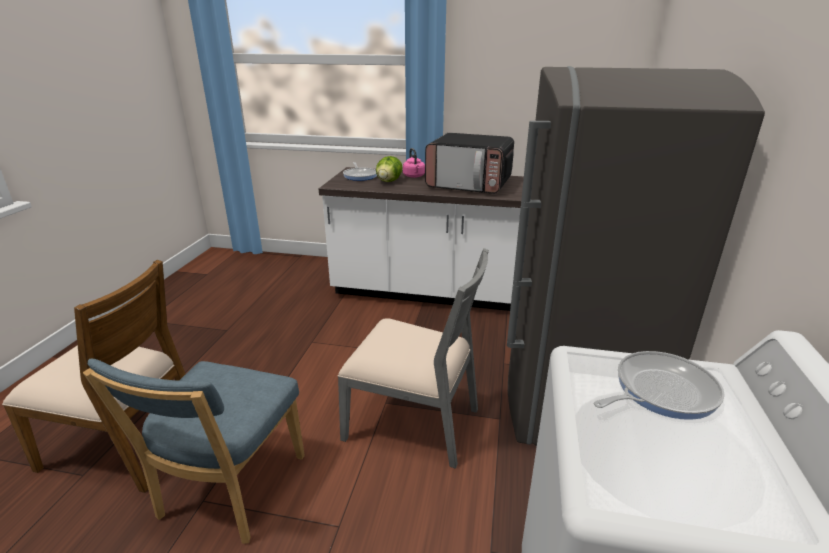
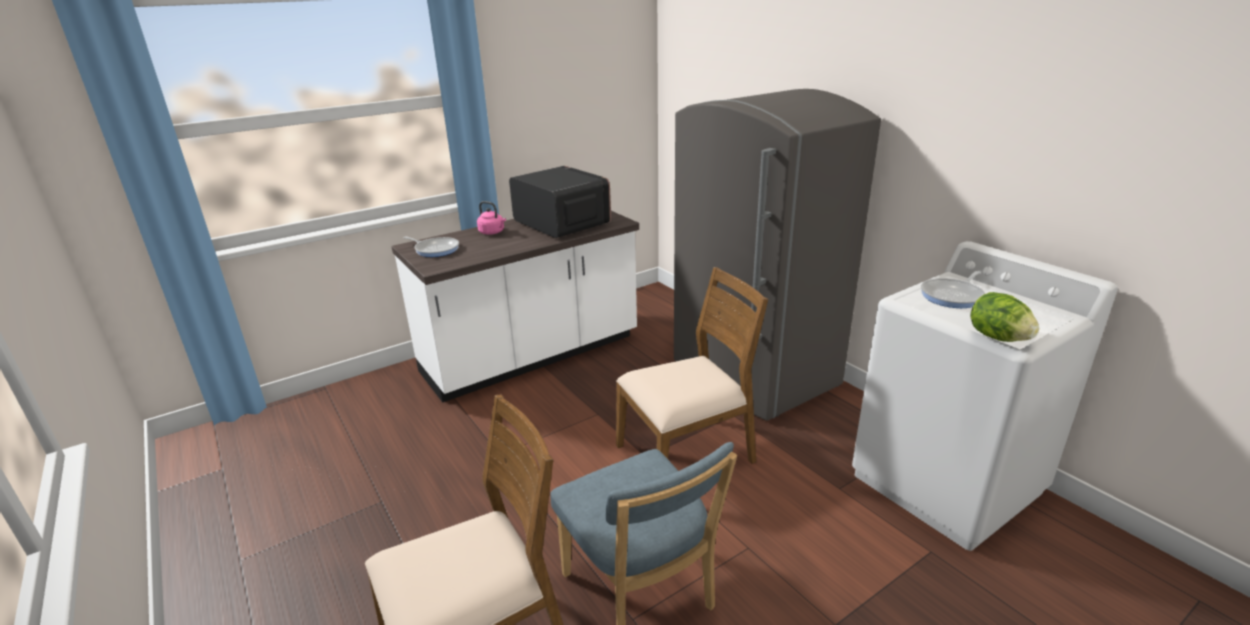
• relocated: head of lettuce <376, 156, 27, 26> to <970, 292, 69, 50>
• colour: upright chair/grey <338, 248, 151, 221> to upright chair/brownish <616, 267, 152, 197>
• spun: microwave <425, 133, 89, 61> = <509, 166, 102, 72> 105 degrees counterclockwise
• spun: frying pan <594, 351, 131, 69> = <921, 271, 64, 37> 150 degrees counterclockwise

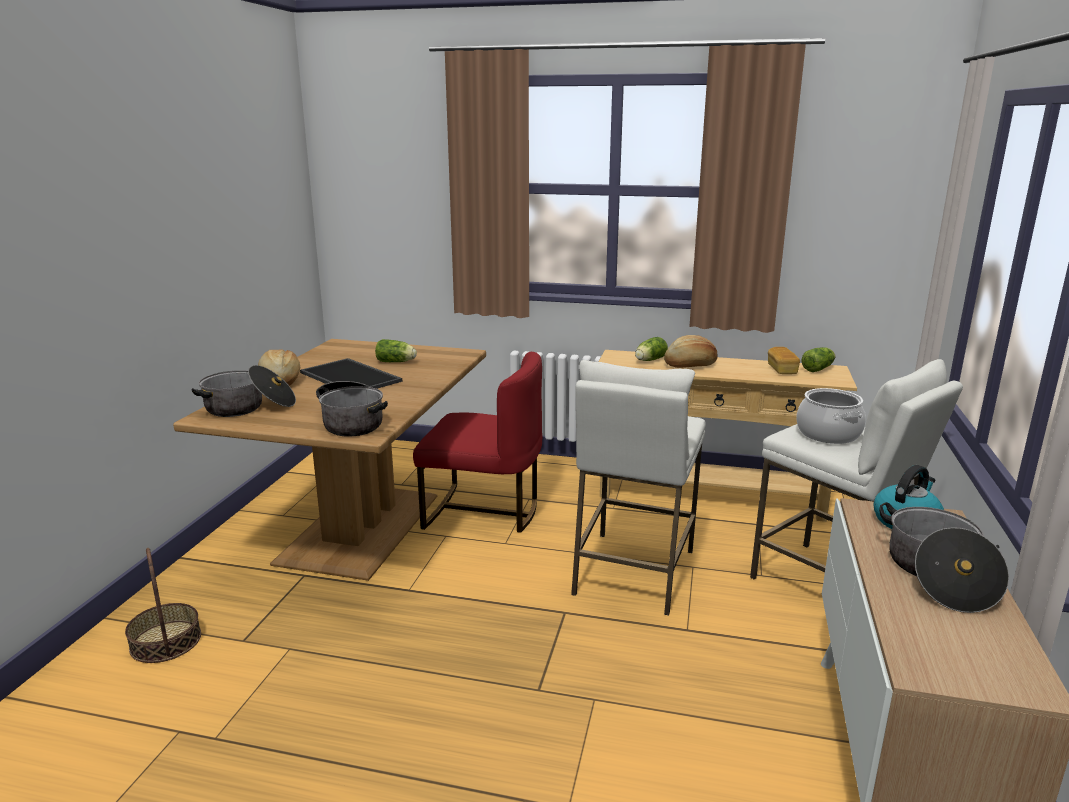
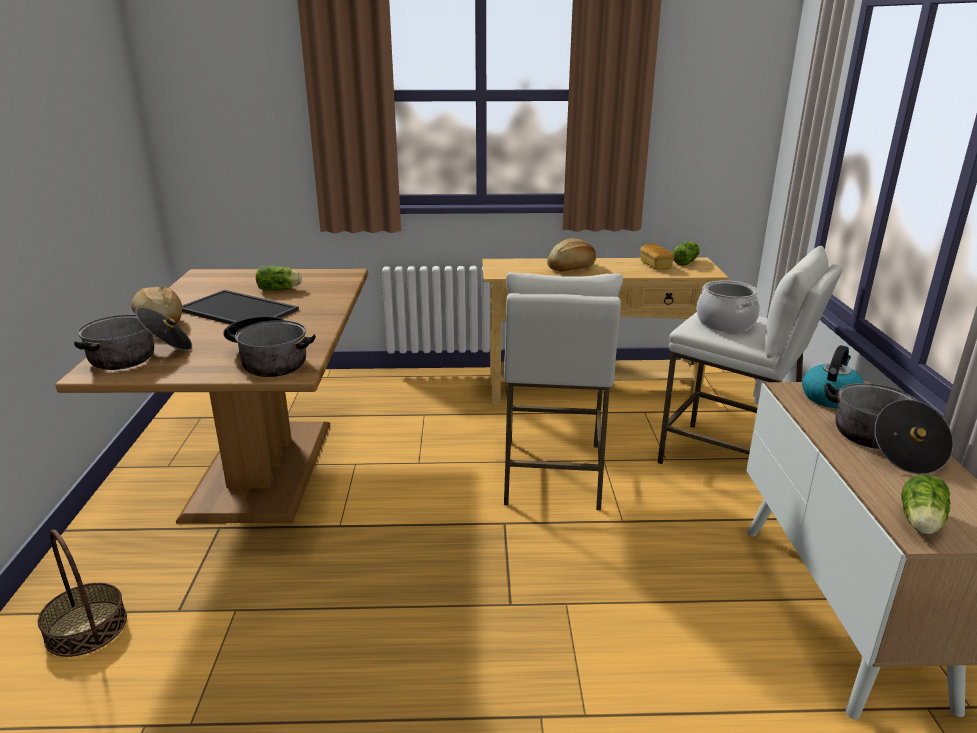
• missing: upright chair/red-coloured <413, 352, 129, 181>
• relocated: head of lettuce <635, 337, 33, 24> to <901, 475, 50, 60>

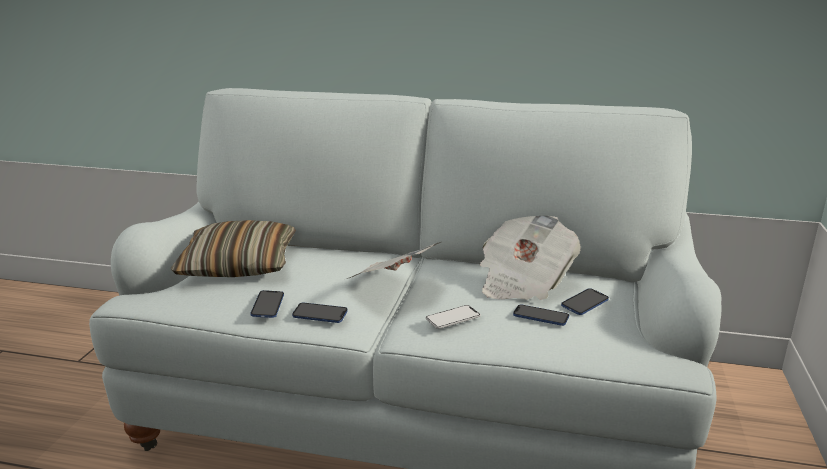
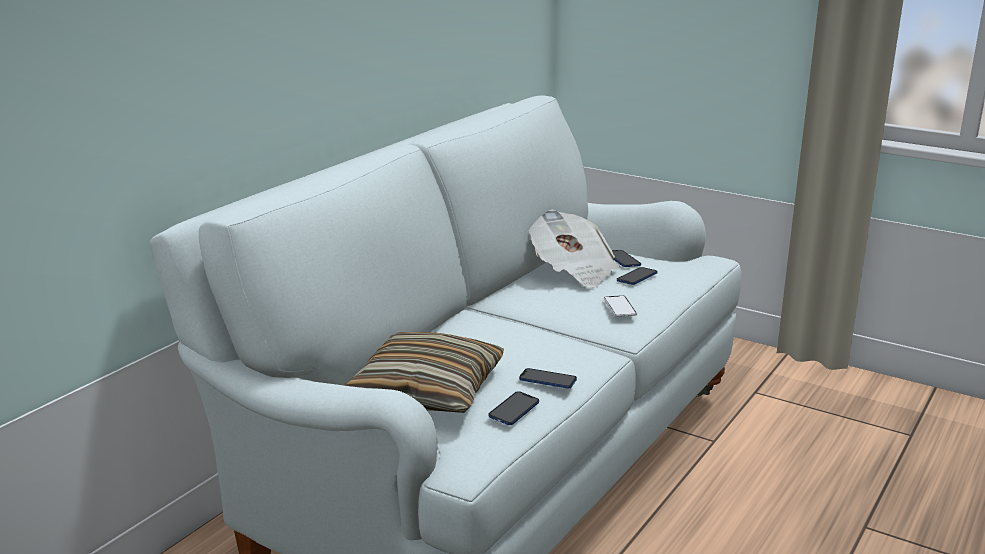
• missing: daily paper <347, 242, 94, 37>
• relocated: telephone <292, 302, 56, 21> to <488, 391, 51, 34>

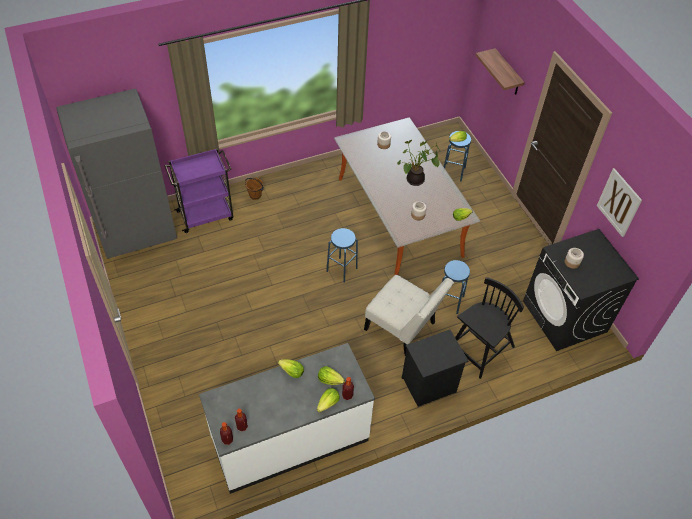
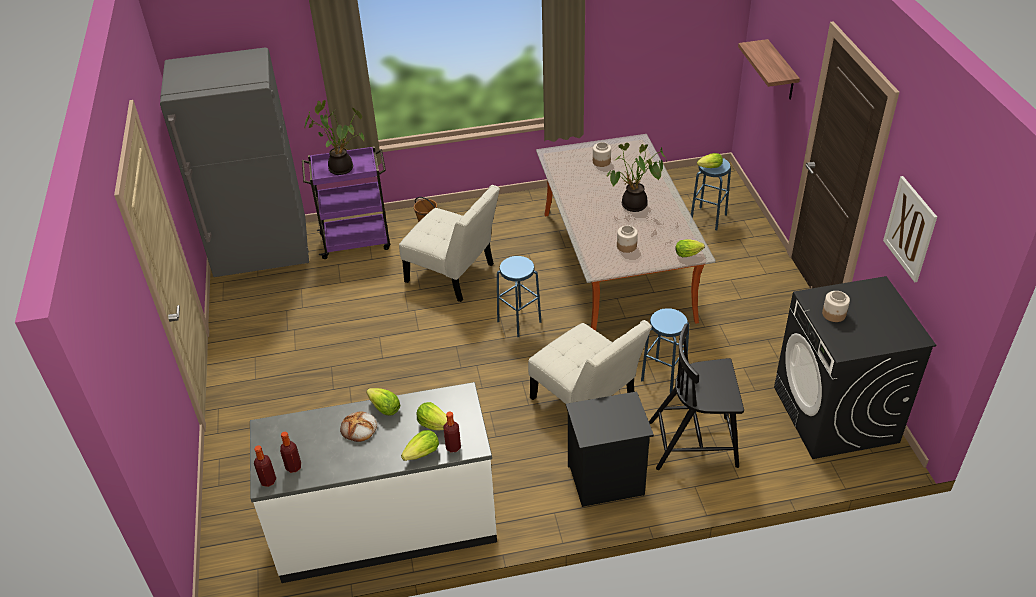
• appeared: houseplant <304, 100, 60, 75>
• appeared: baked bread <340, 411, 37, 31>
• appeared: upright chair/white-coloured <399, 185, 101, 117>
• spun: upright chair/blackish <455, 277, 69, 102> = <649, 324, 95, 146> 150 degrees counterclockwise

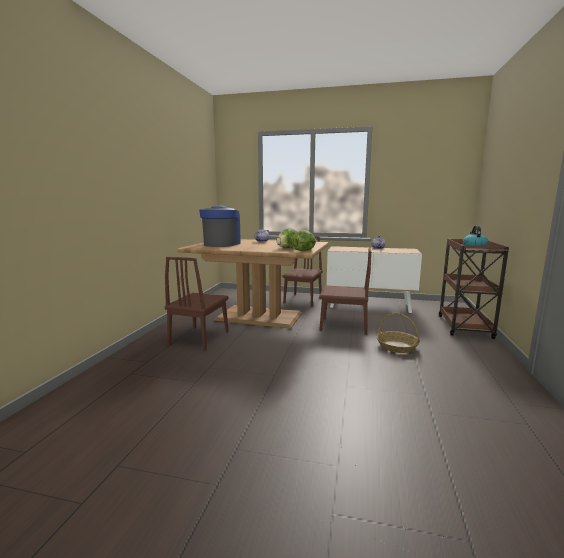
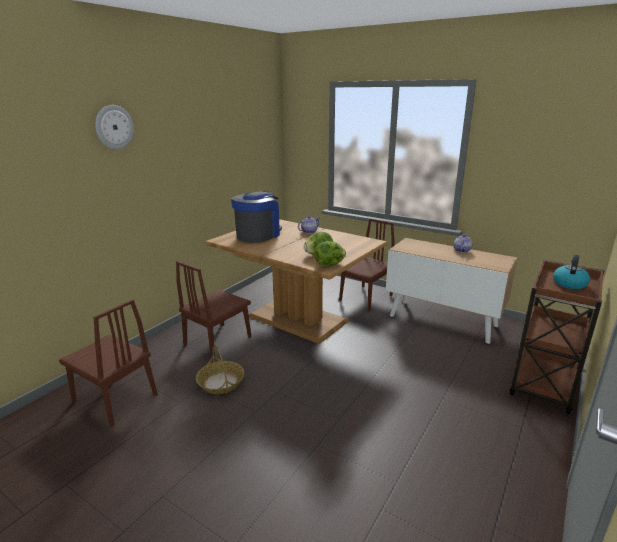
• appeared: hanging clock <95, 105, 39, 44>
• relocated: upright chair/brownish <319, 247, 52, 88> to <59, 299, 99, 127>
• relocated: basket <376, 313, 44, 40> to <196, 345, 48, 49>

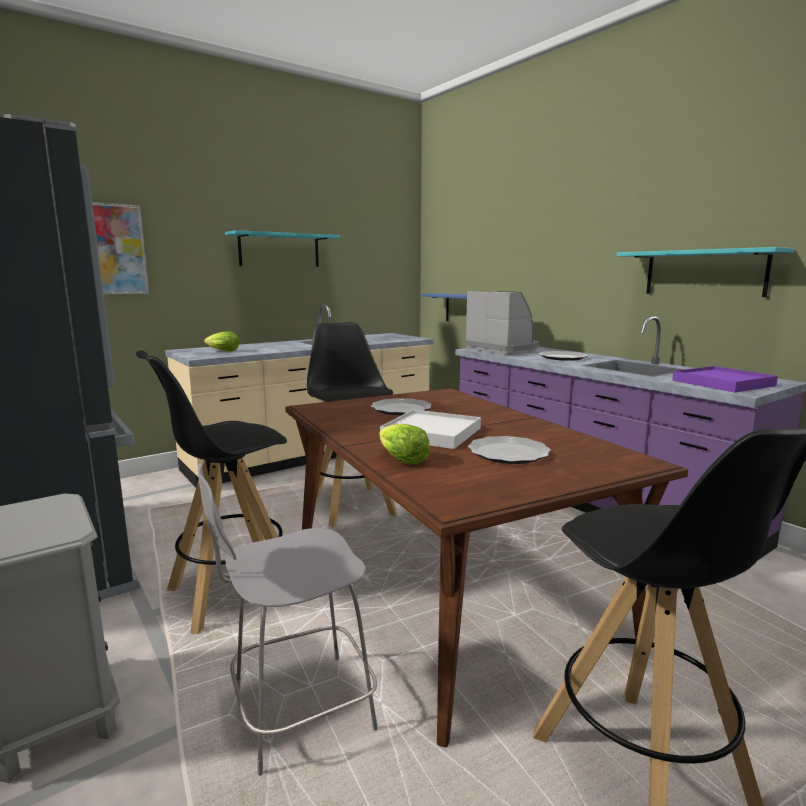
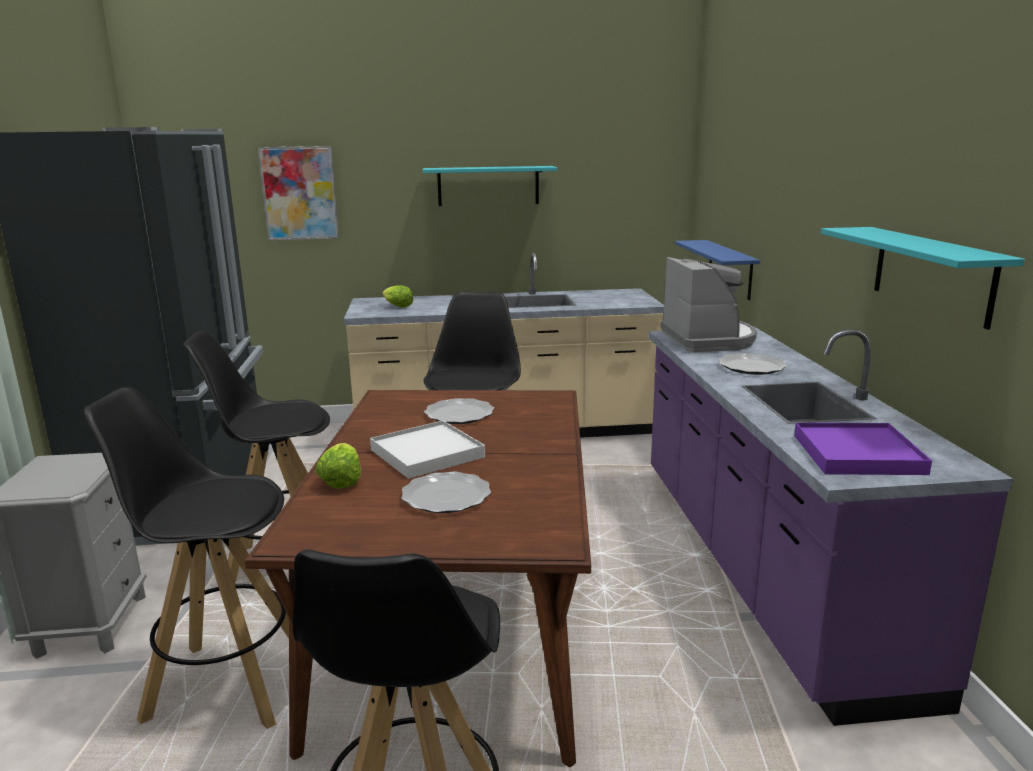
• exchanged: upright chair/grey <198, 464, 180, 312> to sitting stool/blackish <84, 387, 205, 342>

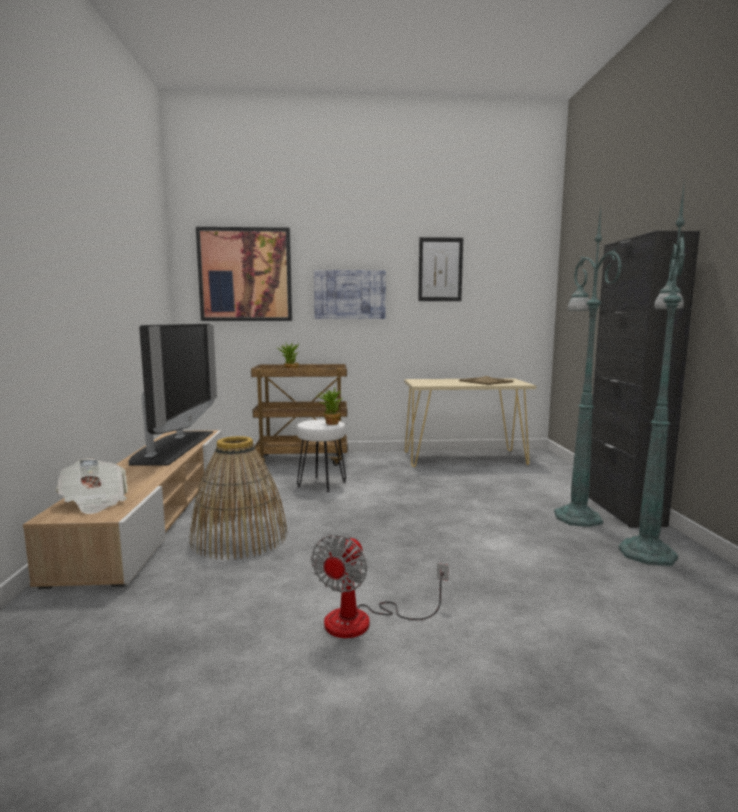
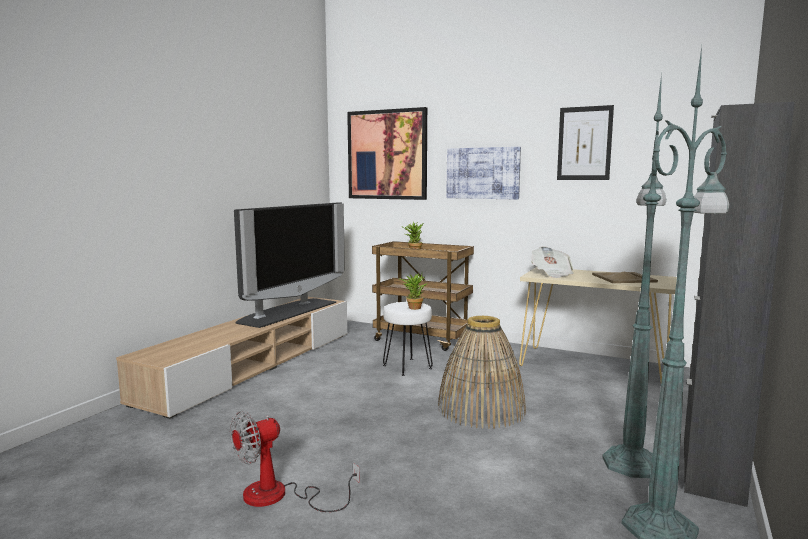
• relocated: daily paper <56, 458, 72, 56> to <531, 246, 43, 32>
• relocated: basket <189, 436, 98, 124> to <438, 316, 88, 113>

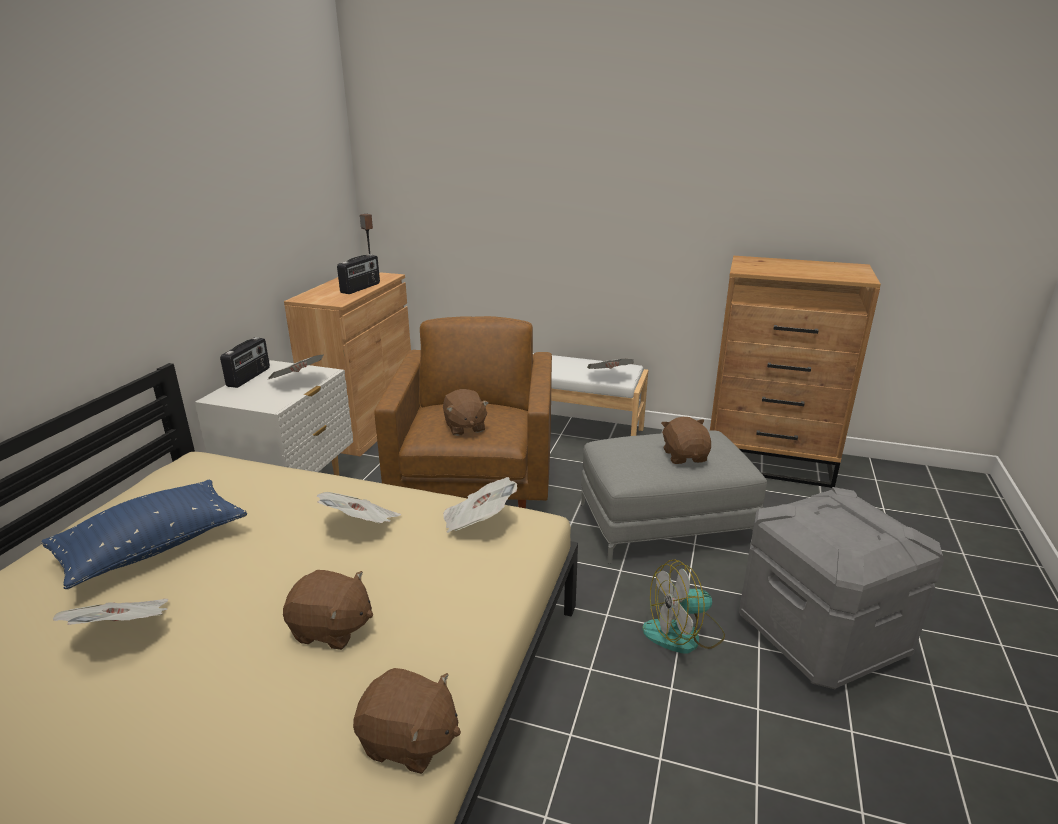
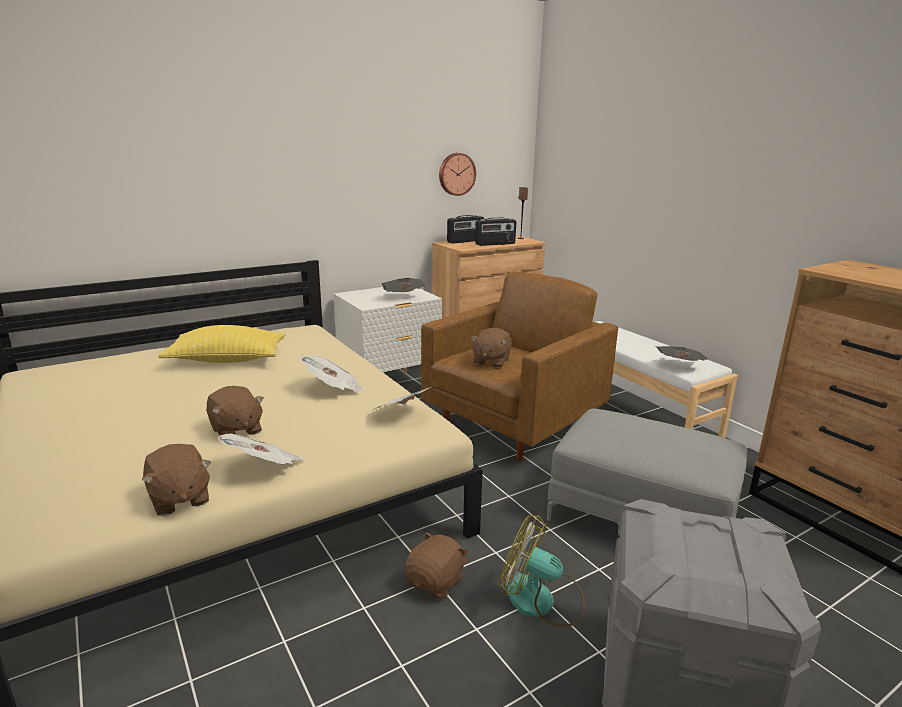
• appeared: hanging clock <439, 153, 37, 43>
• relocated: daily paper <53, 598, 116, 27> to <217, 433, 88, 32>
• relocated: radio receiver <220, 337, 50, 51> to <447, 215, 37, 29>
• relocated: cuddly toy/brownish <661, 417, 50, 47> to <404, 532, 64, 67>
• colour: throw pillow/blue <41, 480, 206, 109> to throw pillow/yellowish <158, 325, 128, 38>

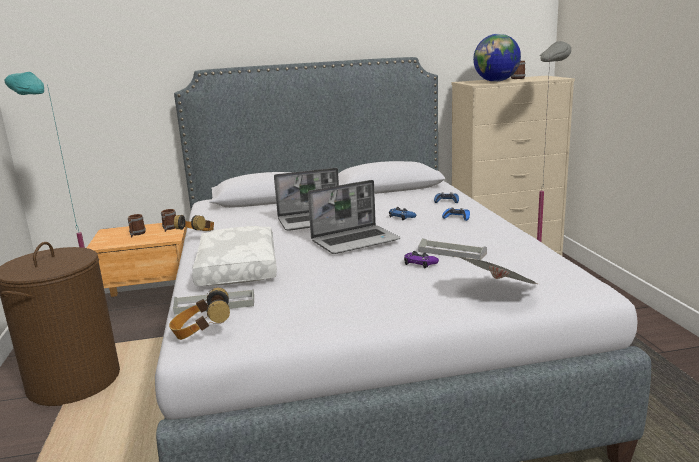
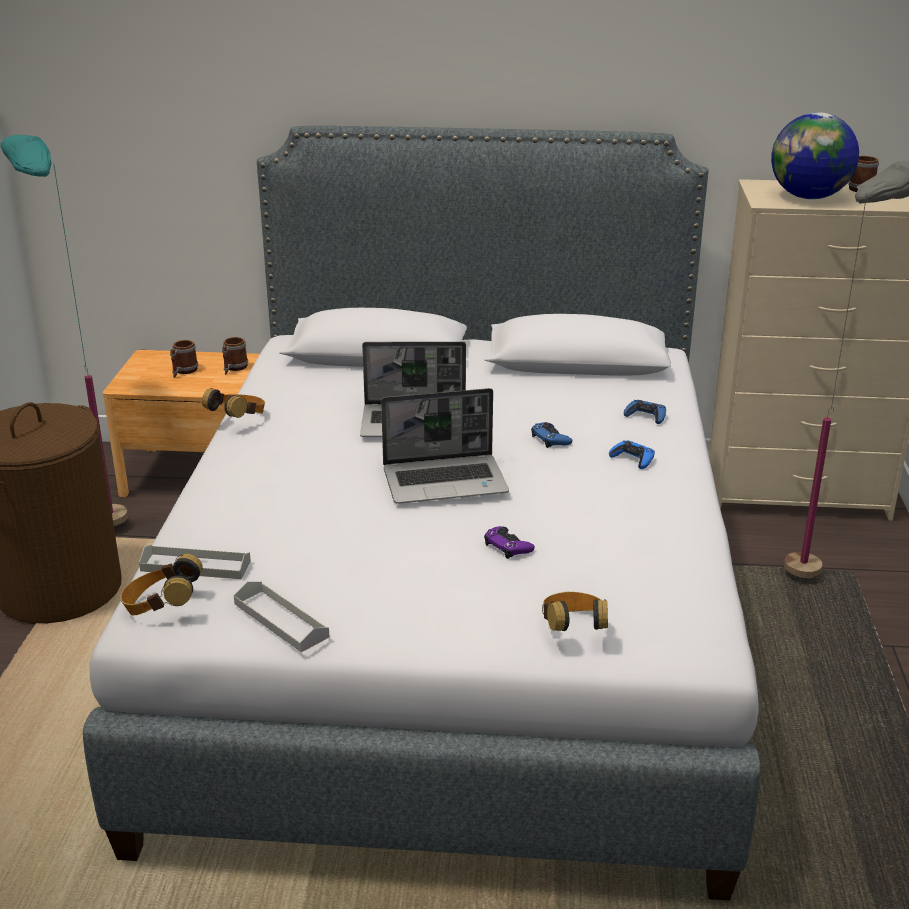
• missing: throw pillow/white-coloured <192, 226, 85, 60>
• relocated: serving tray/grey <418, 238, 69, 22> to <234, 582, 95, 70>
• exchanged: daily paper <459, 257, 80, 28> to headset <542, 592, 66, 39>

